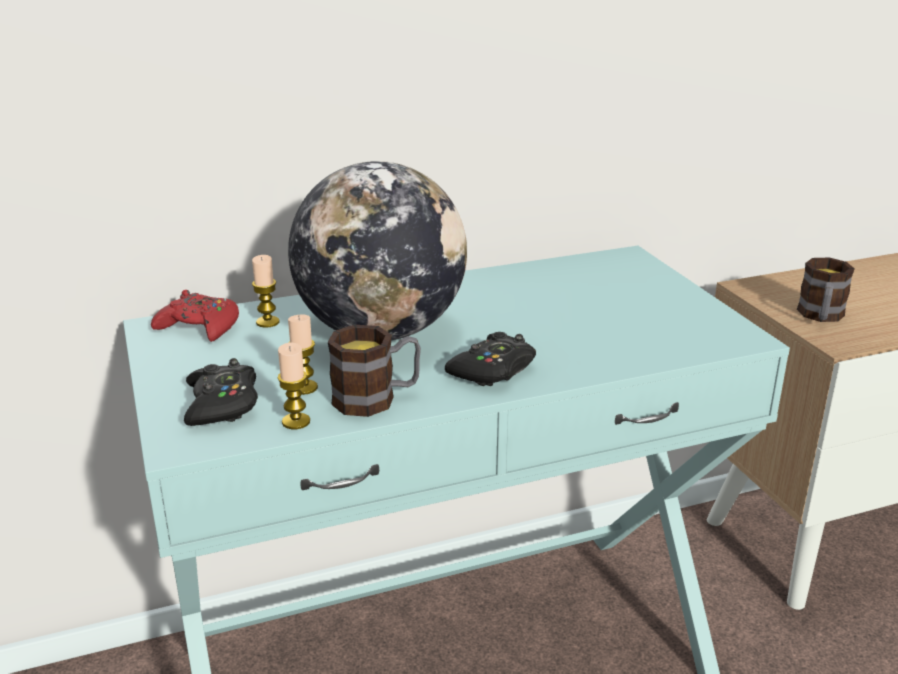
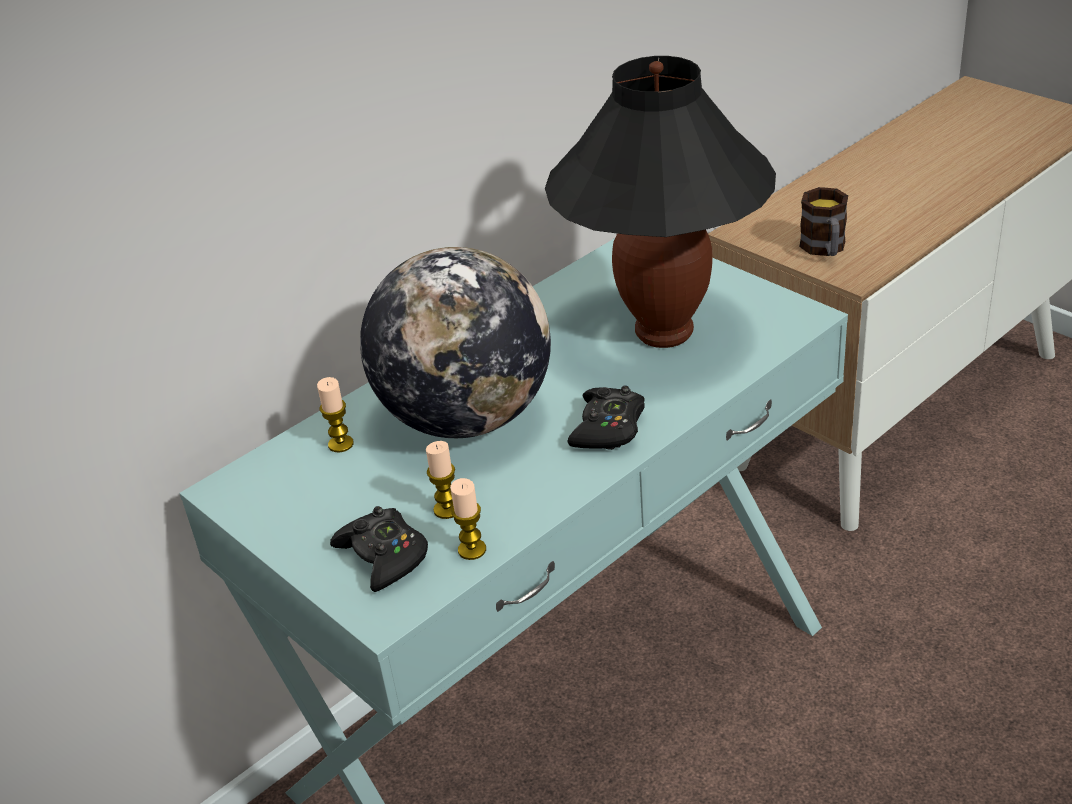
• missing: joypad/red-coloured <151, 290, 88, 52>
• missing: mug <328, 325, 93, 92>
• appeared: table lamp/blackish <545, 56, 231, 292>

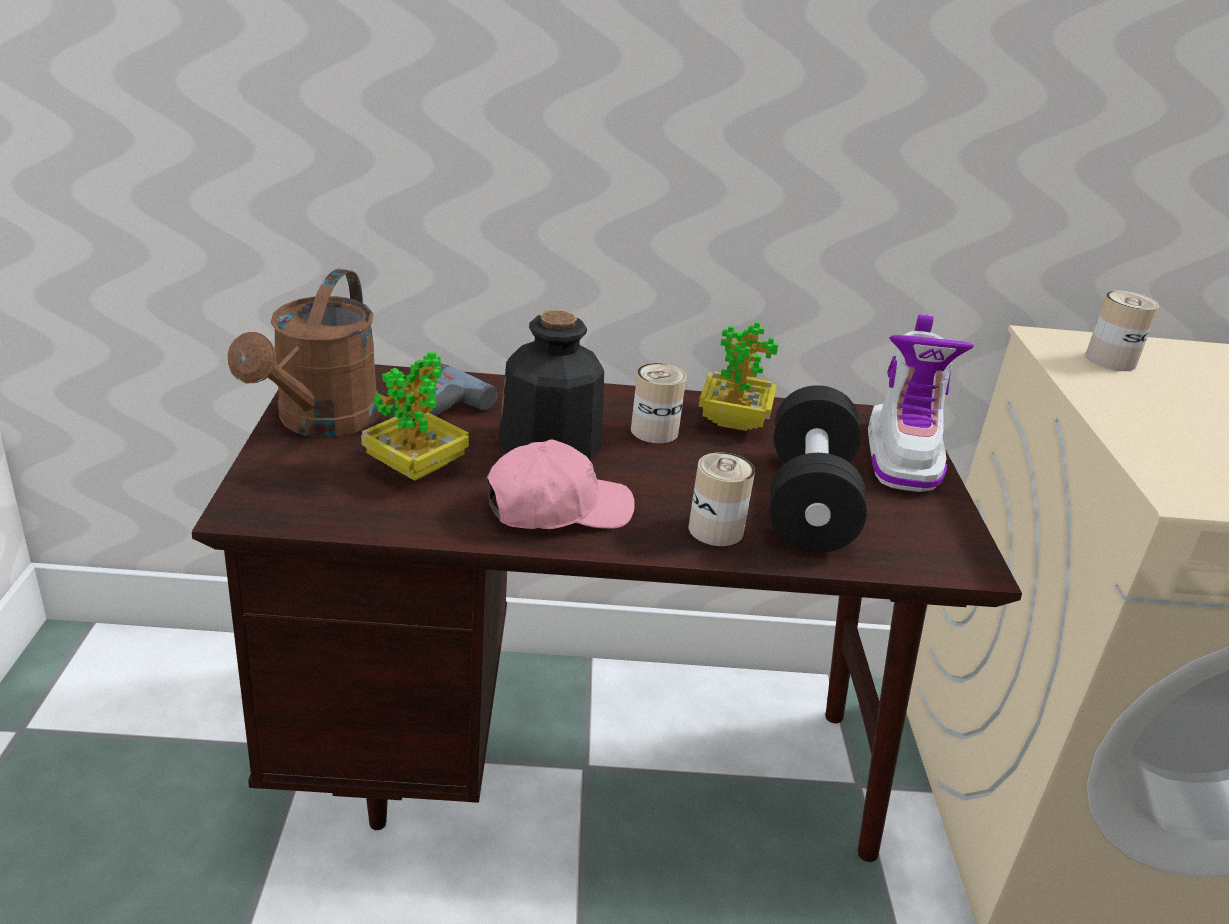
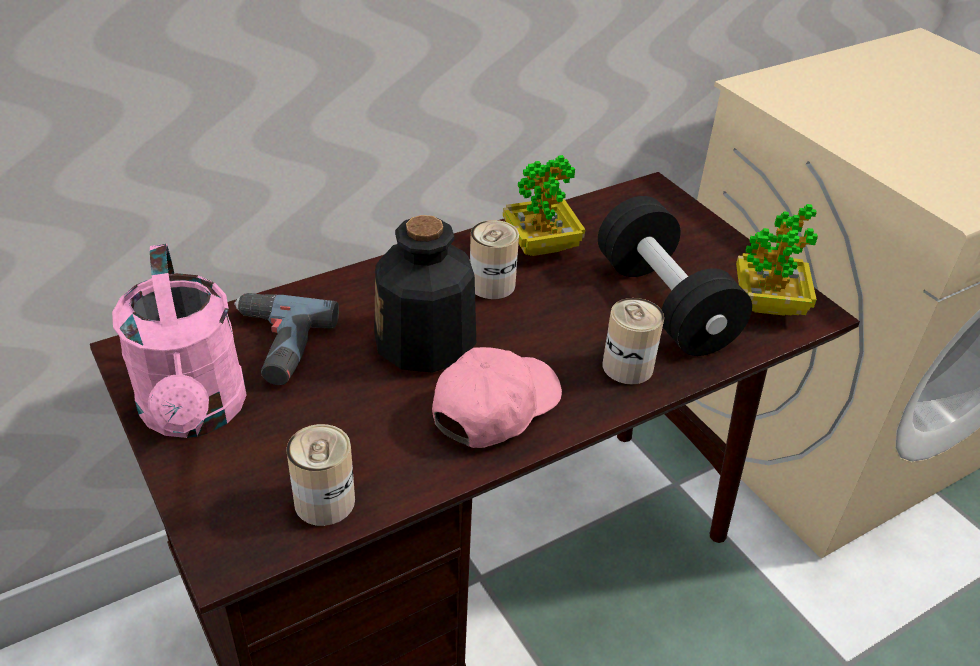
• missing: tall boot <868, 314, 106, 178>
• relocated: houseplant <361, 351, 108, 130> to <736, 204, 82, 112>
• relocated: can <1085, 291, 74, 80> to <286, 424, 69, 102>
• colour: watering can/brownish <228, 268, 151, 169> to watering can/pink <112, 244, 135, 194>

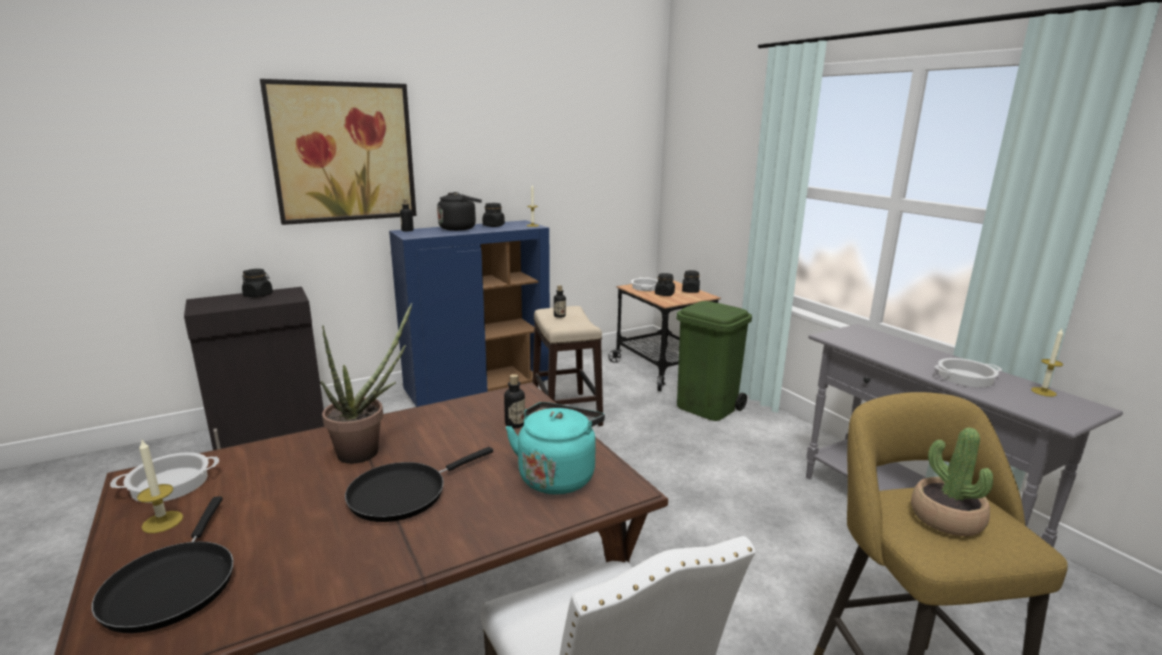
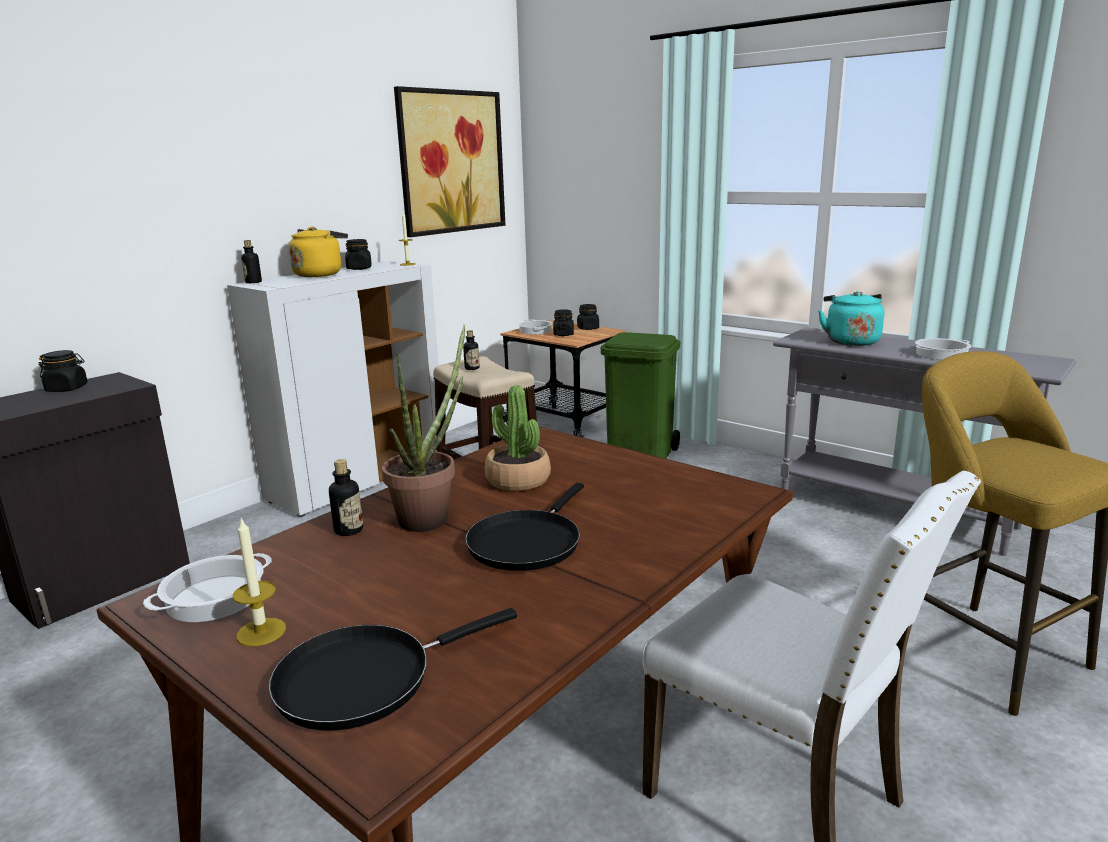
• missing: wax candle <1031, 329, 32, 68>
• relocated: wall picture <260, 79, 156, 146> to <394, 86, 111, 151>
• relocated: bottle <504, 374, 21, 54> to <329, 459, 34, 77>
• relocated: water kettle/blue-green <506, 402, 99, 92> to <818, 291, 66, 55>
• relocated: houseplant <911, 428, 82, 108> to <485, 385, 66, 106>
• colour: cabinet/blue <389, 220, 161, 187> to cabinet/white-coloured <227, 261, 212, 256>
• colour: water kettle/blackish <437, 192, 45, 39> to water kettle/yellowish <289, 226, 59, 51>
• spun: frying pan/blackish <91, 496, 143, 137> = <269, 608, 248, 122> 90 degrees clockwise

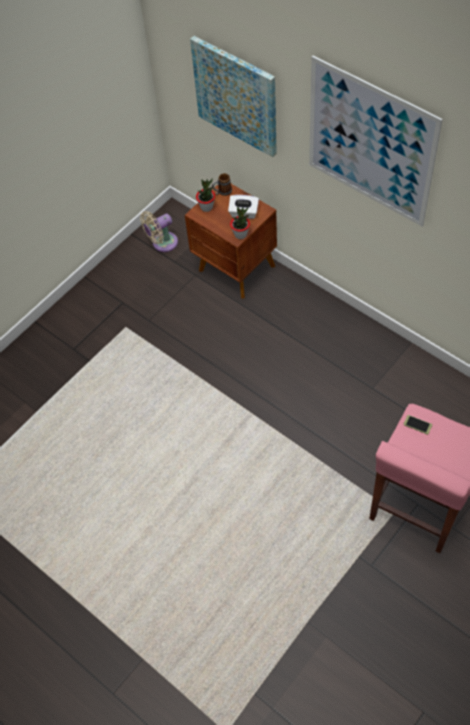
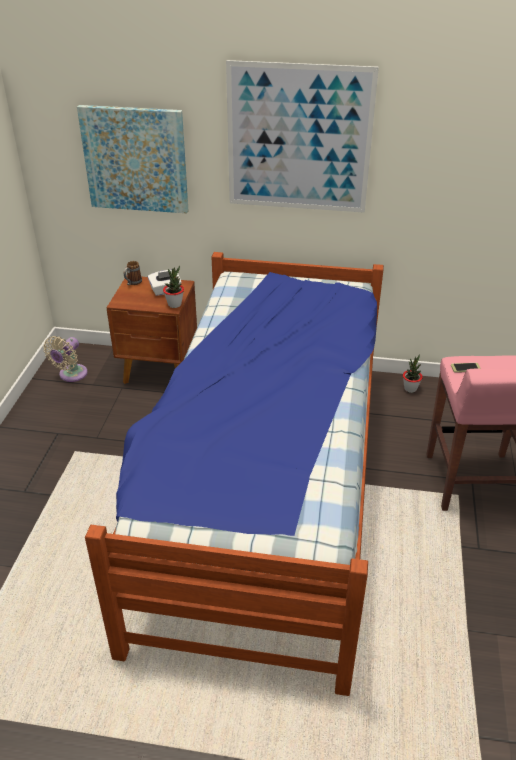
• appeared: bedroom bed <85, 252, 299, 444>
• relocated: houseplant <196, 178, 19, 34> to <403, 354, 20, 39>

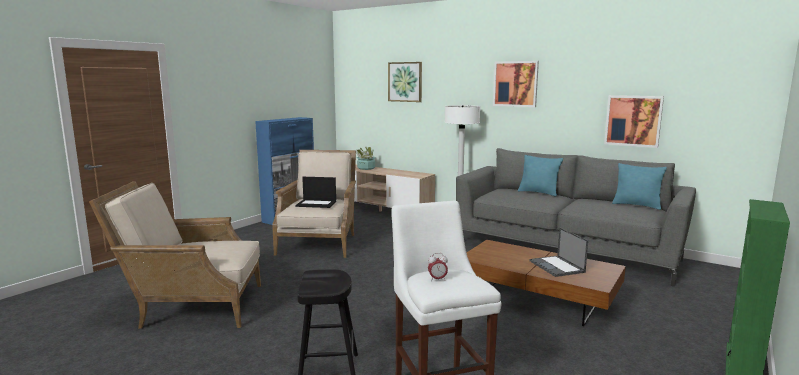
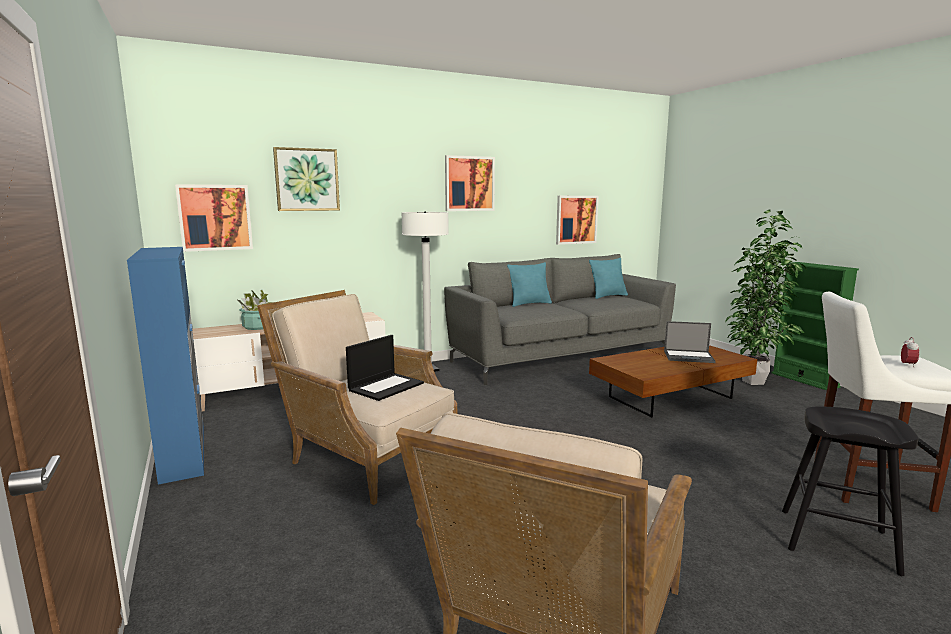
• appeared: wall picture <175, 184, 78, 68>
• appeared: houseplant <725, 210, 81, 175>

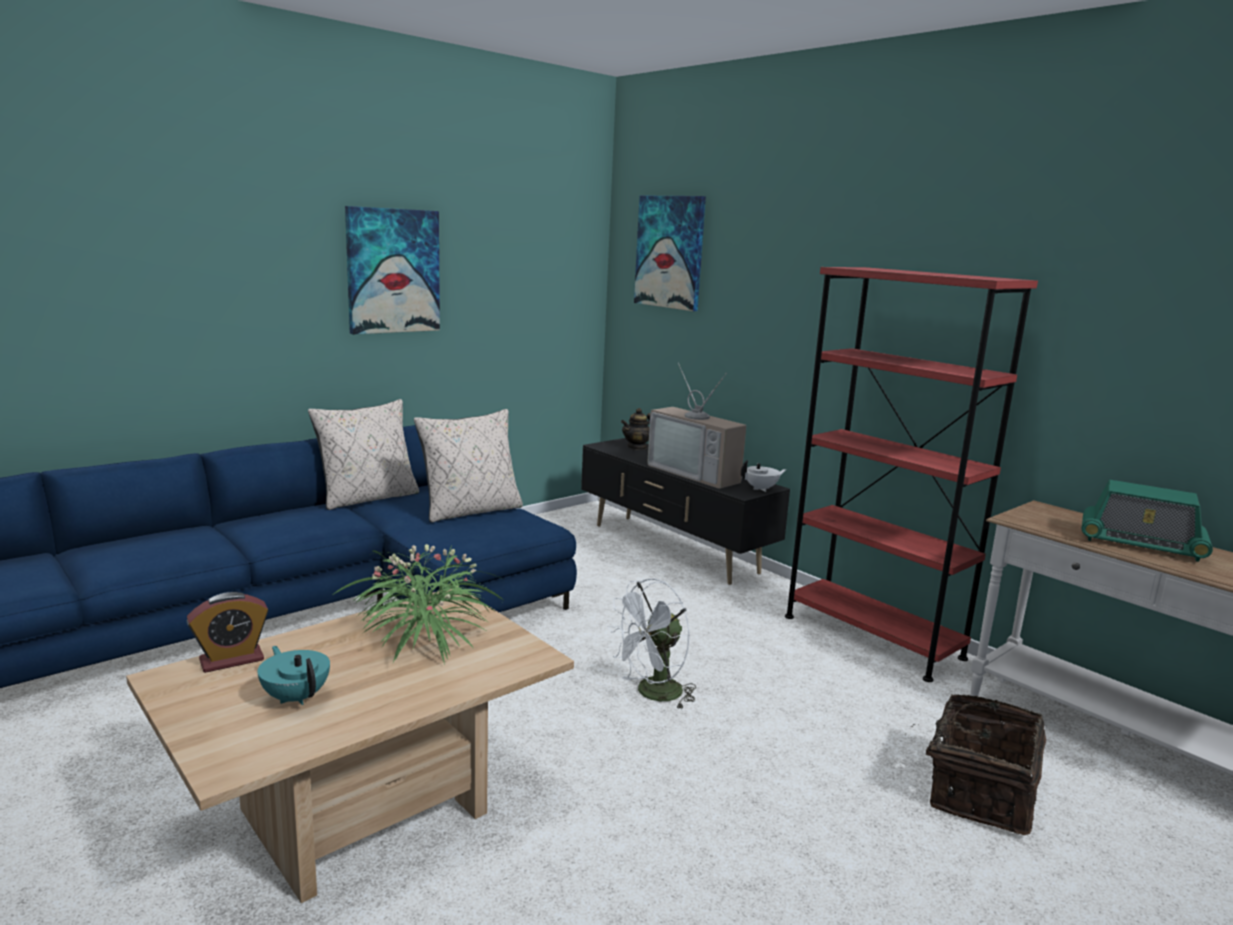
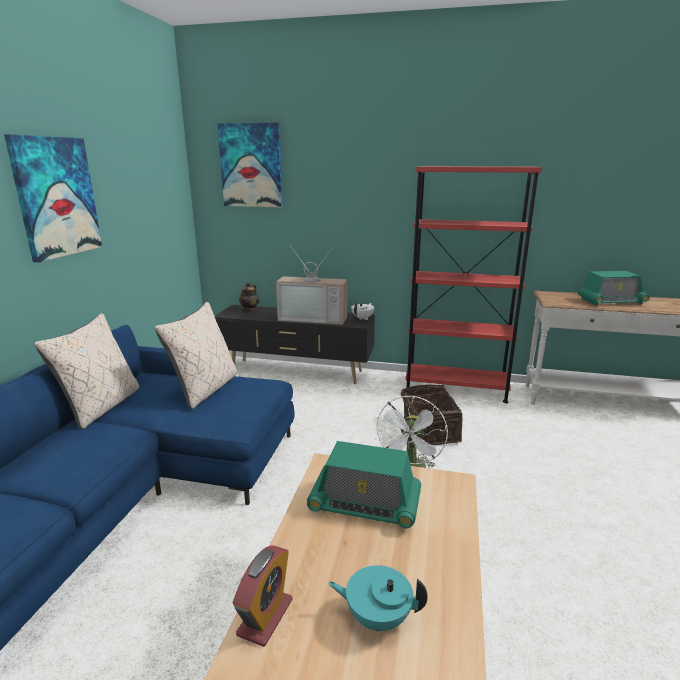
• relocated: basket <905, 694, 141, 141> to <401, 384, 62, 61>
• exchanged: houseplant <334, 544, 169, 121> to radio receiver <307, 441, 114, 87>

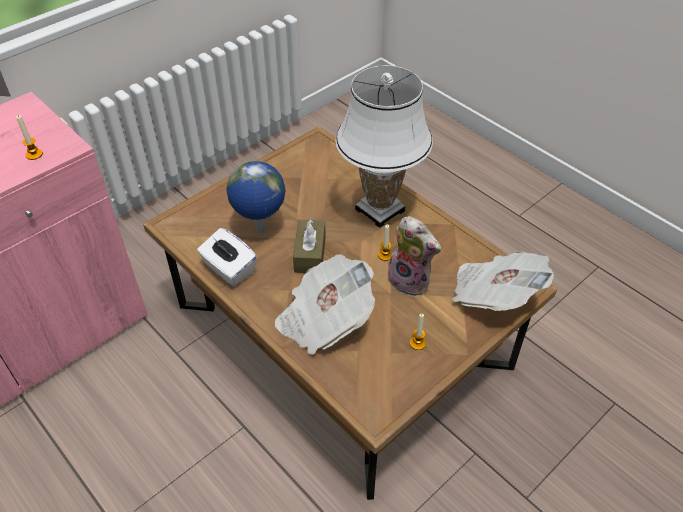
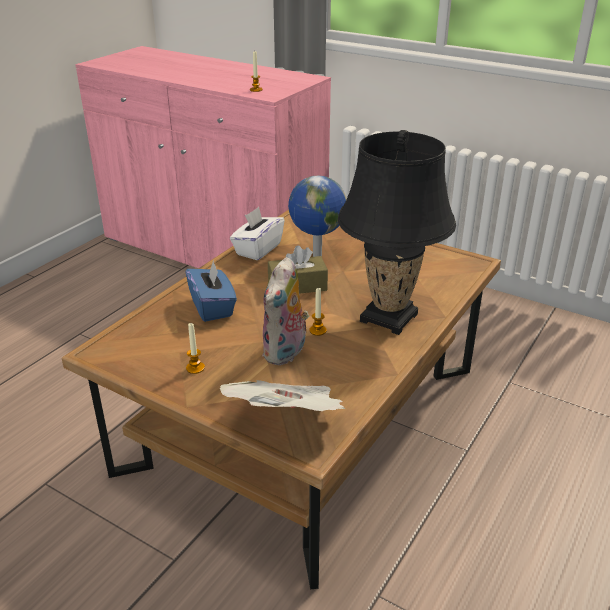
• exchanged: daily paper <275, 254, 100, 101> to box of tissues/blue <186, 260, 51, 62>
• colour: table lamp/white-coloured <335, 65, 98, 163> to table lamp/blackish <338, 130, 118, 205>

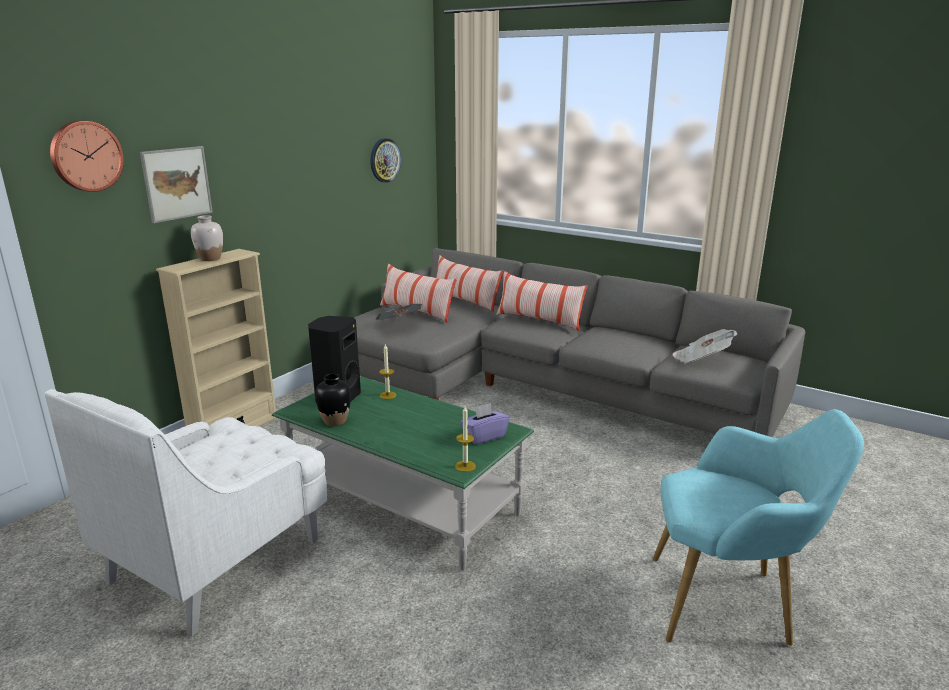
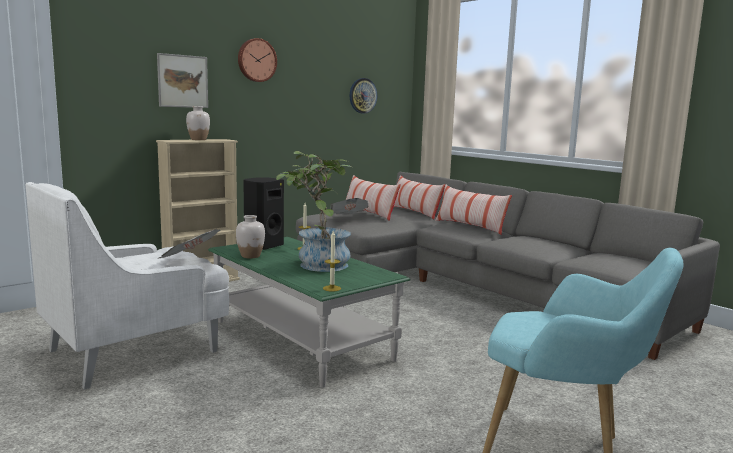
• missing: box of tissues/purple <460, 403, 50, 42>
• appeared: houseplant <276, 151, 76, 121>
• relocated: hanging clock <50, 120, 74, 72> to <238, 38, 39, 44>
• relocated: daily paper <673, 329, 64, 35> to <157, 229, 63, 30>
• colour: vase/blackish <315, 374, 36, 52> to vase/white-coloured <236, 215, 29, 43>

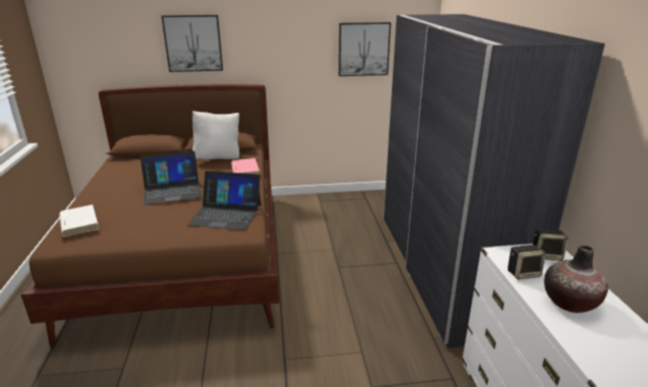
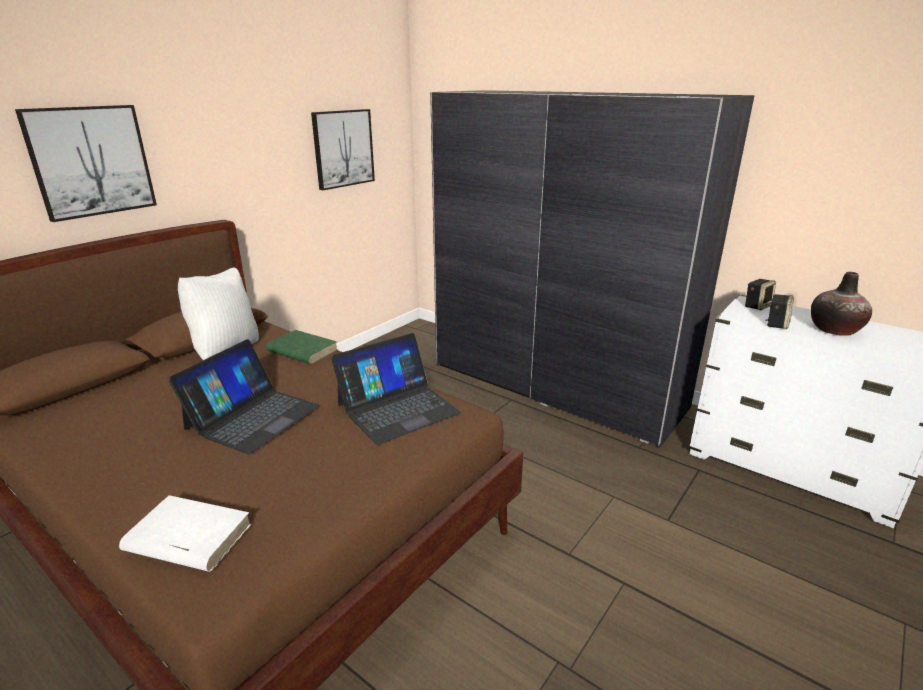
• colour: book/pink <231, 158, 29, 16> to book/green <266, 330, 72, 34>

